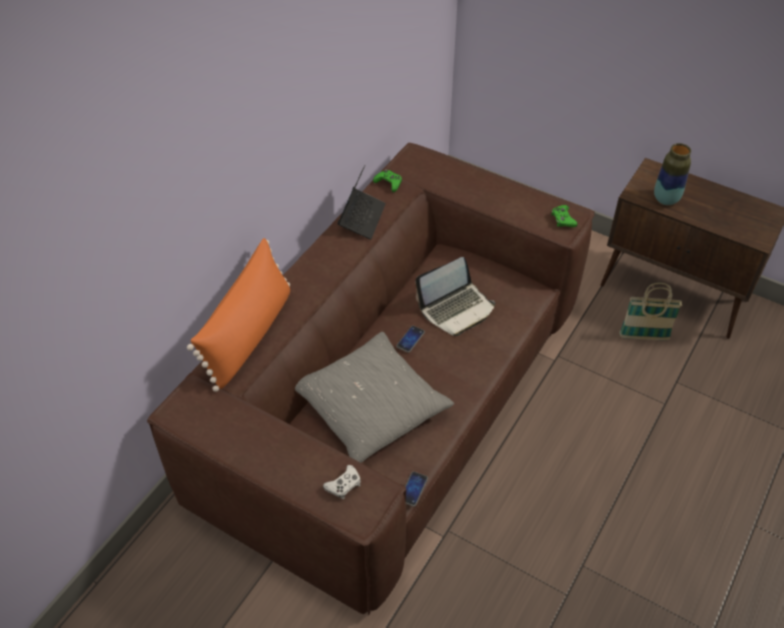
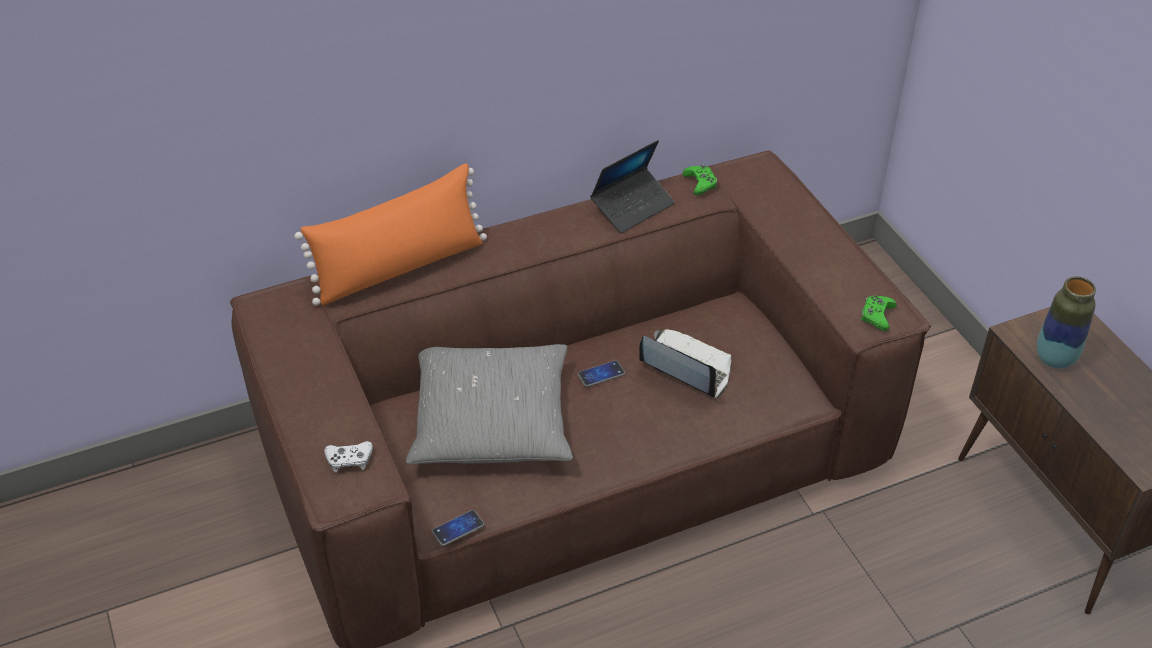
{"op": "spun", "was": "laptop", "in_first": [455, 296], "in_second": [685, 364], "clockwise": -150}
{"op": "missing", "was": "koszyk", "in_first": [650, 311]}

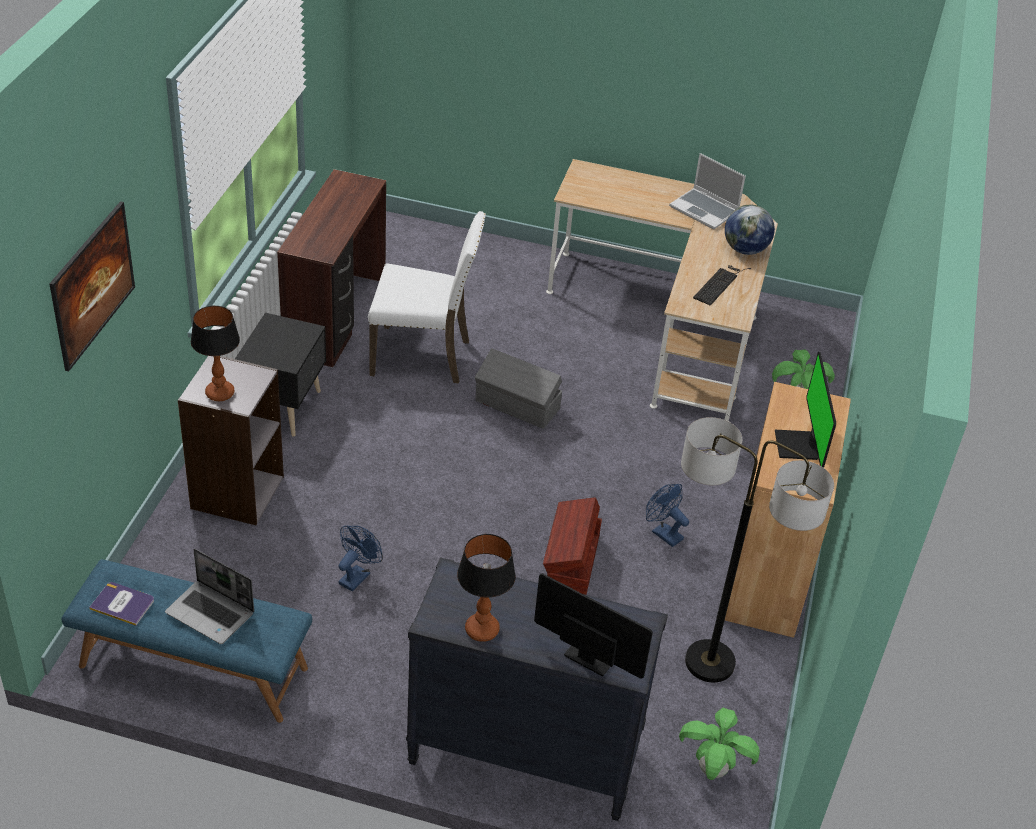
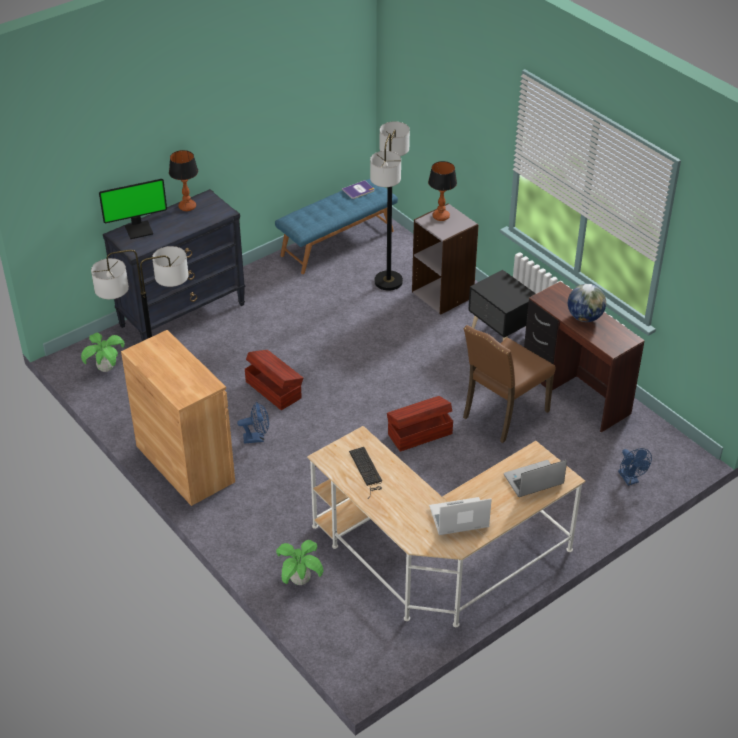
{"op": "missing", "was": "obraz", "in_first": [92, 286]}
{"op": "relocated", "was": "laptop", "in_first": [209, 596], "in_second": [535, 478]}
{"op": "relocated", "was": "wentylator/niebieski", "in_first": [360, 558], "in_second": [635, 467]}
{"op": "colour", "was": "krzesło/biały", "now": "krzesło/brązowy", "in_first": [427, 297], "in_second": [509, 384]}
{"op": "colour", "was": "pojemnik do przechowywania/szary", "now": "pojemnik do przechowywania/brązowy", "in_first": [518, 388], "in_second": [420, 423]}
{"op": "relocated", "was": "globus", "in_first": [750, 230], "in_second": [587, 303]}
{"op": "missing", "was": "monitor", "in_first": [805, 410]}
{"op": "appeared", "now": "lampa stojąca", "in_second": [390, 206]}

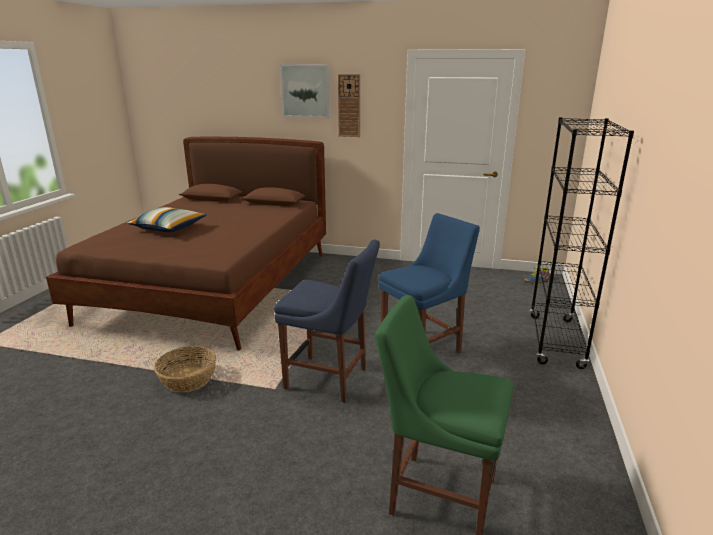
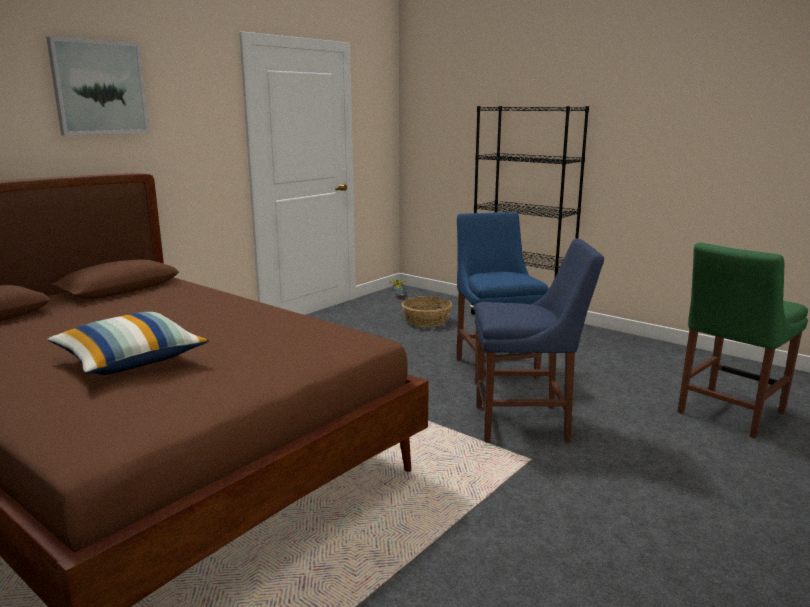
{"op": "relocated", "was": "koszyk", "in_first": [185, 369], "in_second": [427, 311]}
{"op": "spun", "was": "krzesło/niebieski", "in_first": [327, 321], "in_second": [539, 340], "clockwise": 45}
{"op": "missing", "was": "zegar ścienny", "in_first": [349, 105]}

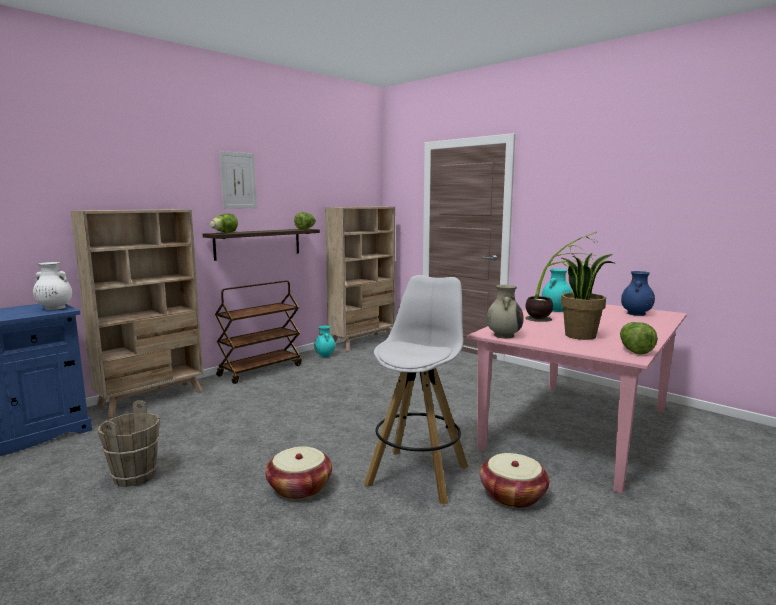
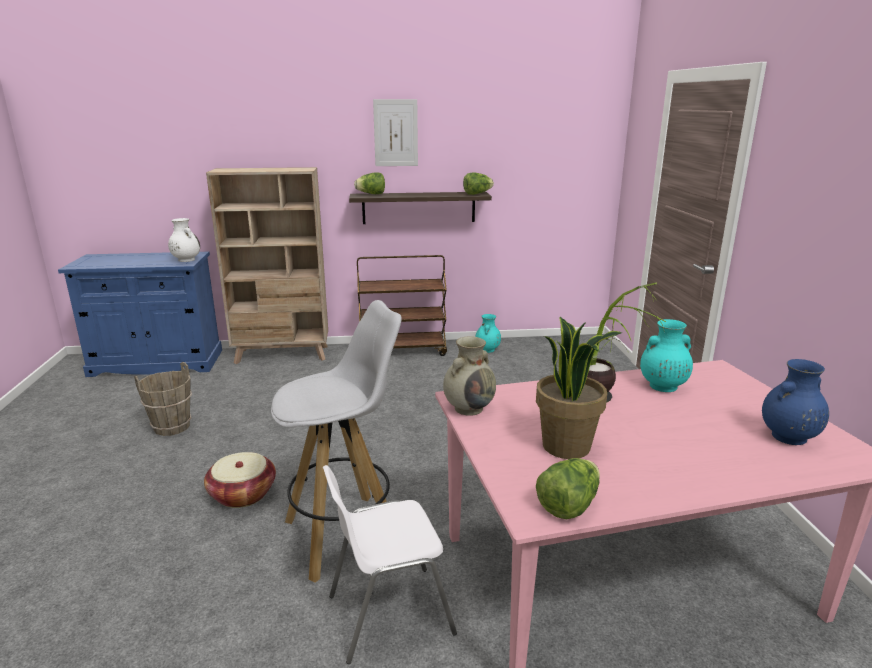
{"op": "missing", "was": "regał/beżowy", "in_first": [360, 279]}
{"op": "exchanged", "was": "koszyk", "now": "krzesło/biały", "in_first": [515, 480], "in_second": [390, 564]}

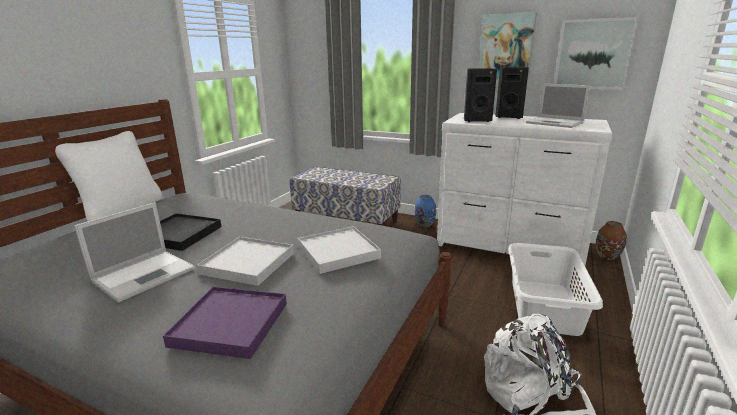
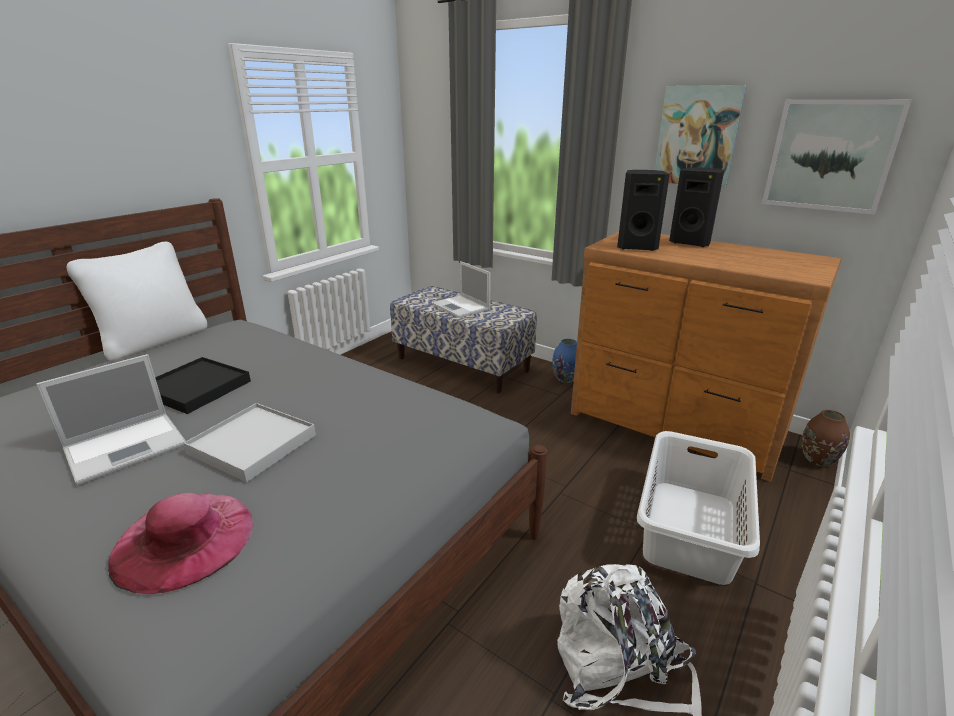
{"op": "exchanged", "was": "taca/fioletowy", "now": "kapelusz/różowy", "in_first": [225, 322], "in_second": [181, 544]}
{"op": "missing", "was": "taca/biały", "in_first": [339, 250]}
{"op": "colour", "was": "komoda/biały", "now": "komoda/brązowy", "in_first": [524, 189], "in_second": [706, 357]}
{"op": "relocated", "was": "laptop", "in_first": [558, 106], "in_second": [461, 289]}

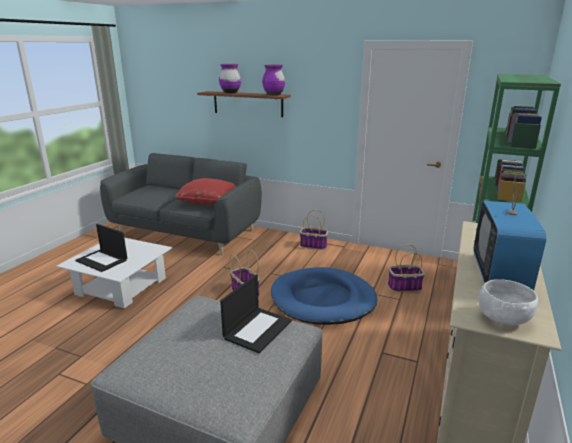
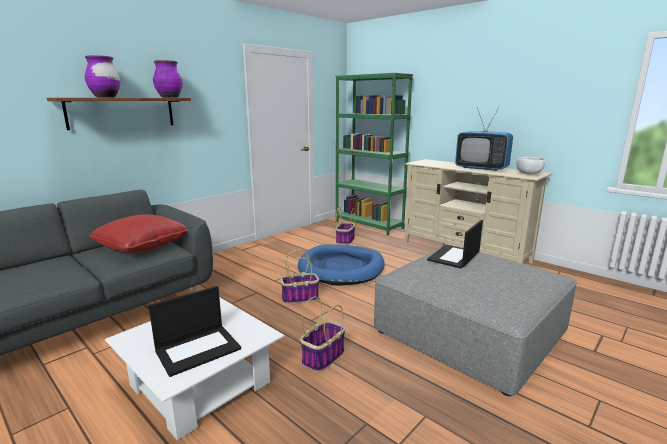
{"op": "spun", "was": "laptop", "in_first": [256, 314], "in_second": [455, 244], "clockwise": -105}
{"op": "relocated", "was": "koszyk", "in_first": [314, 230], "in_second": [322, 334]}

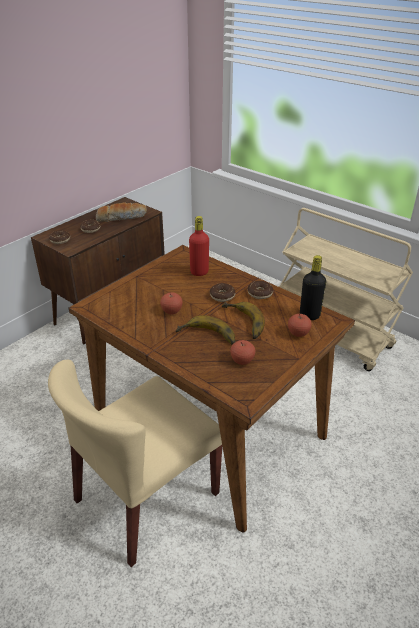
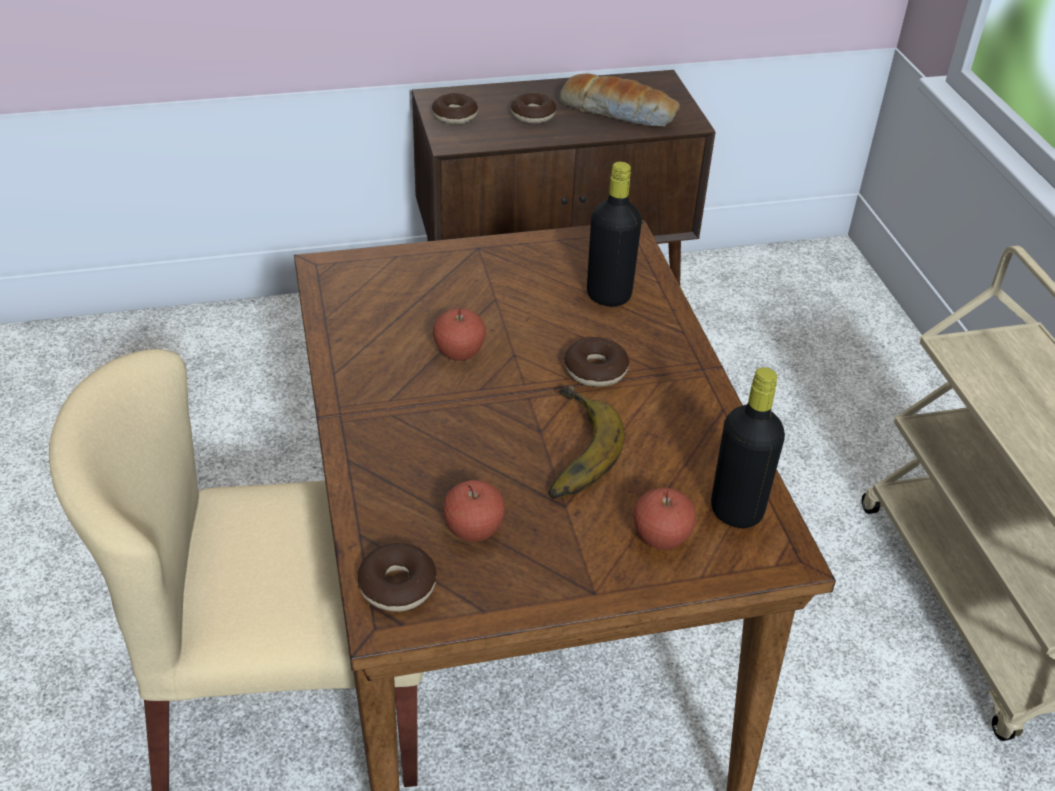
{"op": "missing", "was": "banan", "in_first": [205, 330]}
{"op": "colour", "was": "butelka/czerwony", "now": "butelka/czarny", "in_first": [199, 246], "in_second": [614, 234]}
{"op": "relocated", "was": "donut", "in_first": [260, 290], "in_second": [397, 577]}

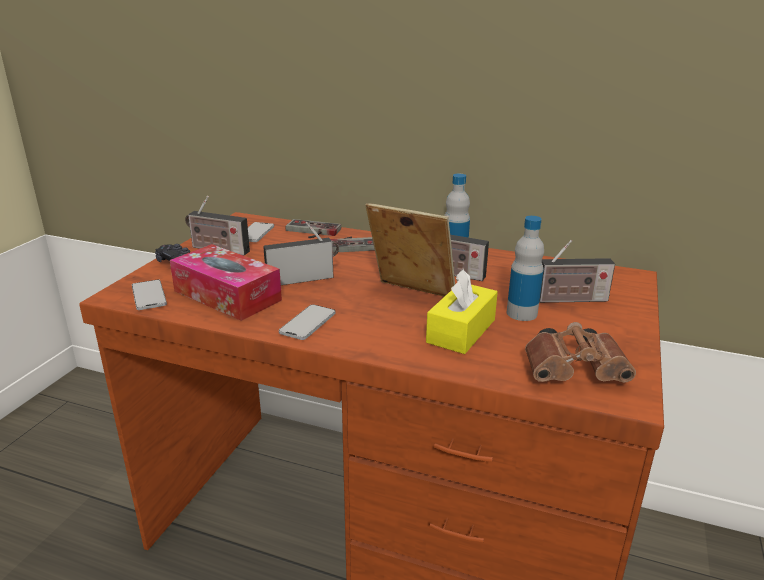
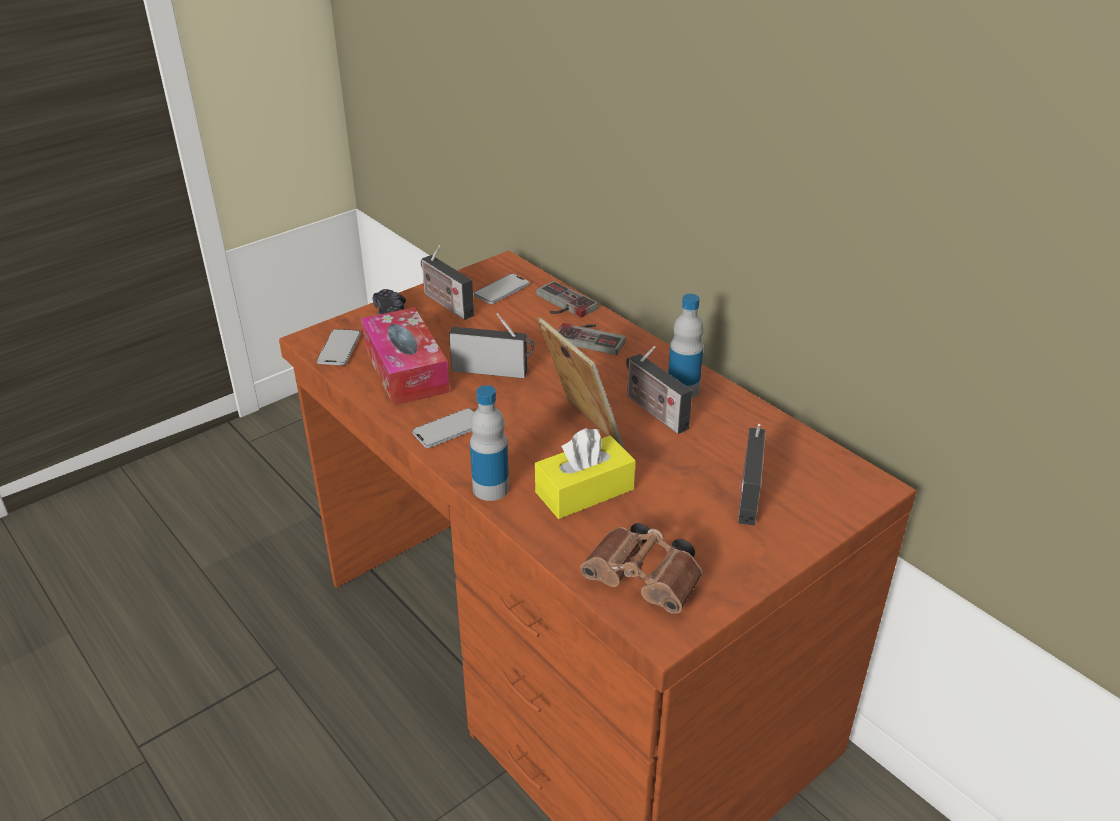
{"op": "relocated", "was": "butelka", "in_first": [525, 268], "in_second": [489, 443]}
{"op": "spun", "was": "radio", "in_first": [577, 271], "in_second": [752, 474], "clockwise": 75}

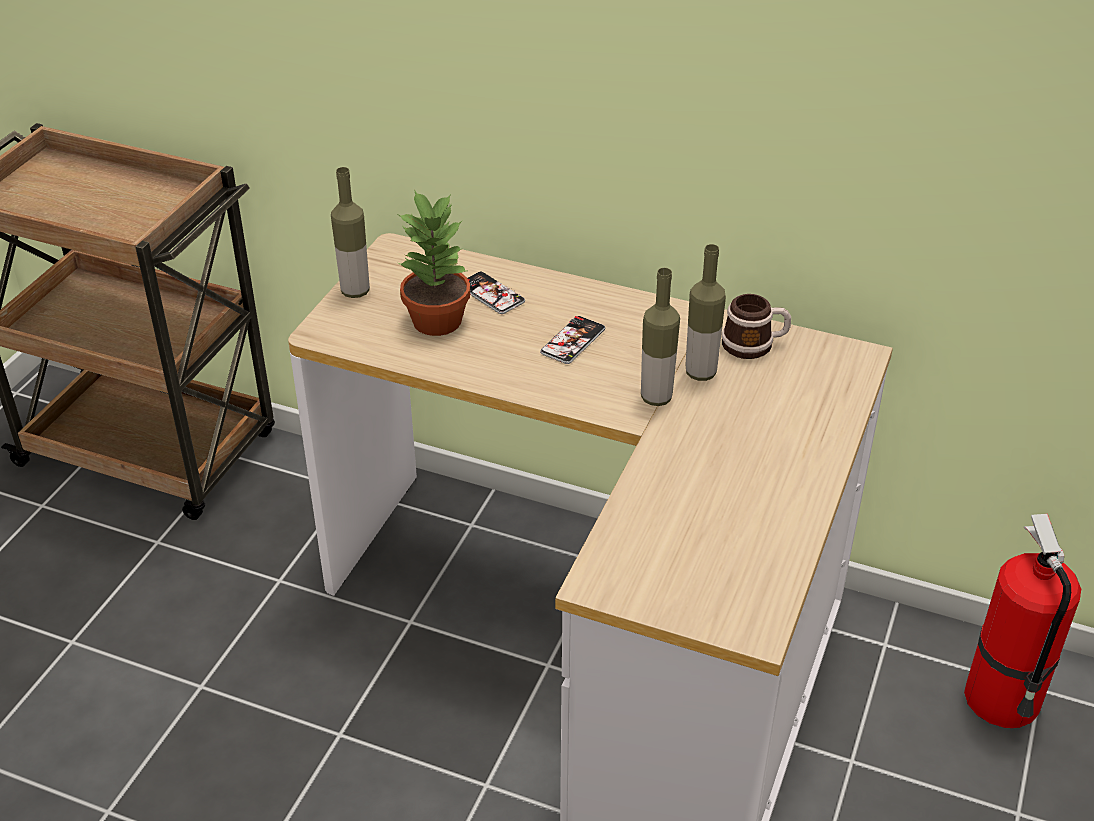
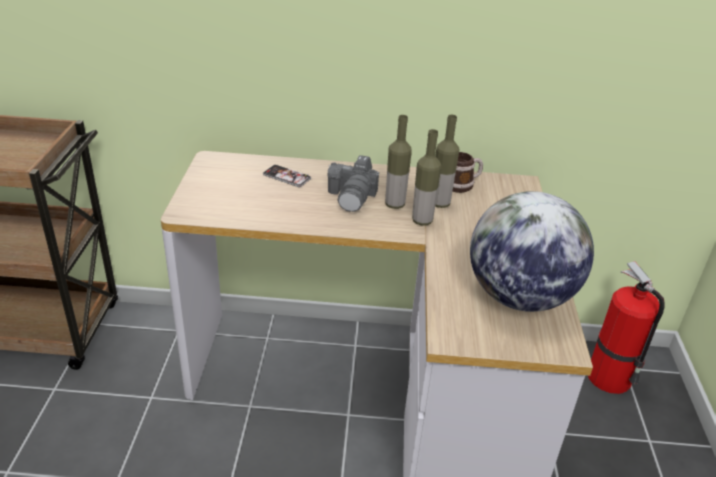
{"op": "relocated", "was": "butelka", "in_first": [350, 232], "in_second": [398, 162]}
{"op": "missing", "was": "roślina doniczkowa", "in_first": [434, 263]}
{"op": "exchanged", "was": "telefon", "now": "aparat fotograficzny", "in_first": [572, 340], "in_second": [353, 183]}
{"op": "appeared", "now": "globus", "in_second": [532, 251]}

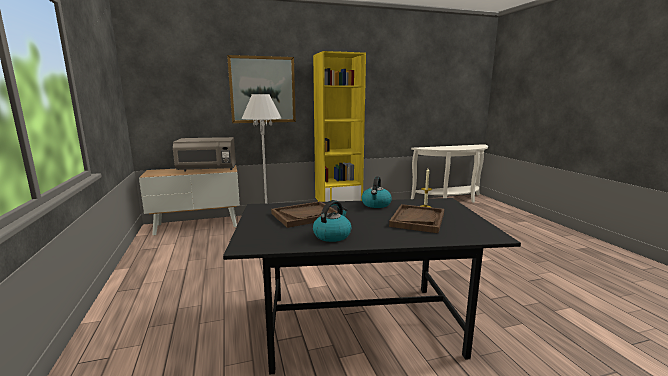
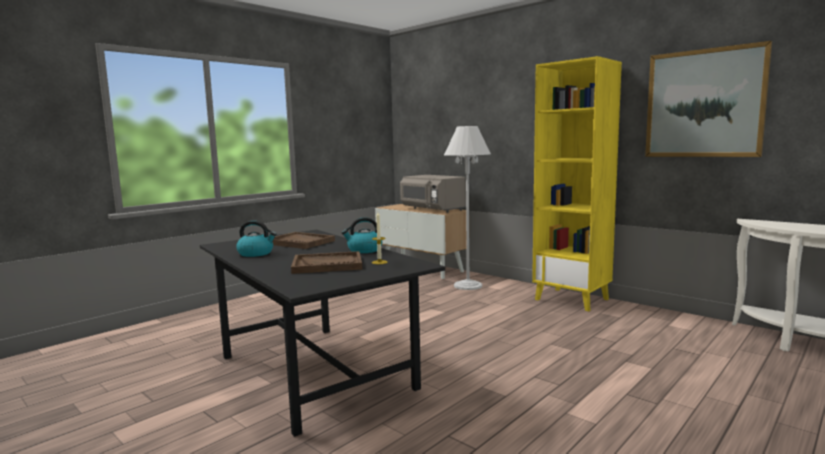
{"op": "relocated", "was": "obraz", "in_first": [261, 89], "in_second": [708, 99]}

